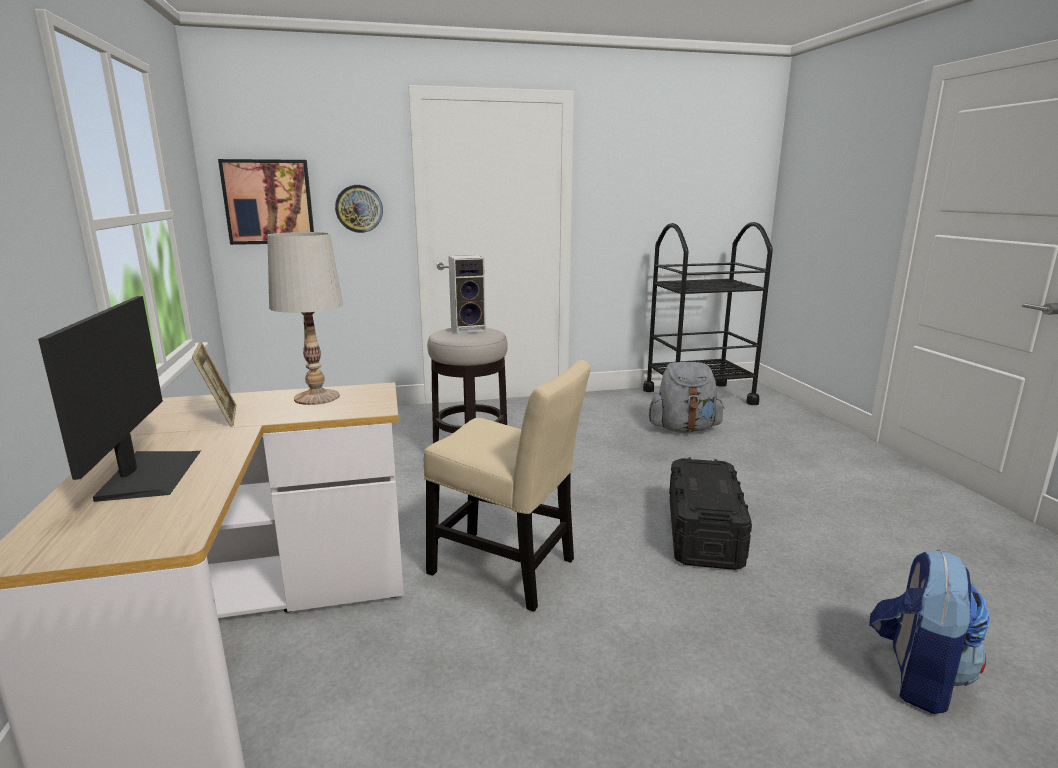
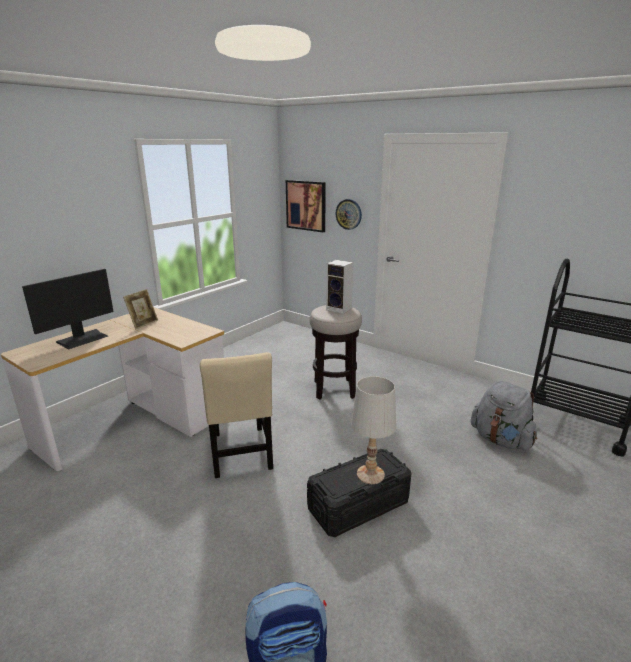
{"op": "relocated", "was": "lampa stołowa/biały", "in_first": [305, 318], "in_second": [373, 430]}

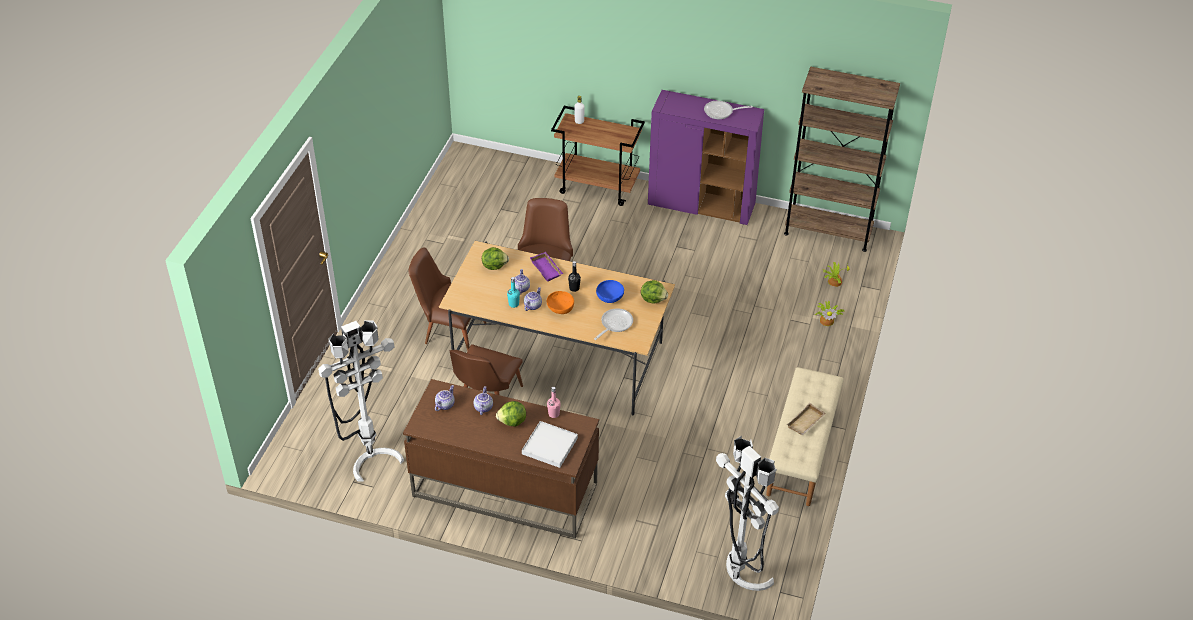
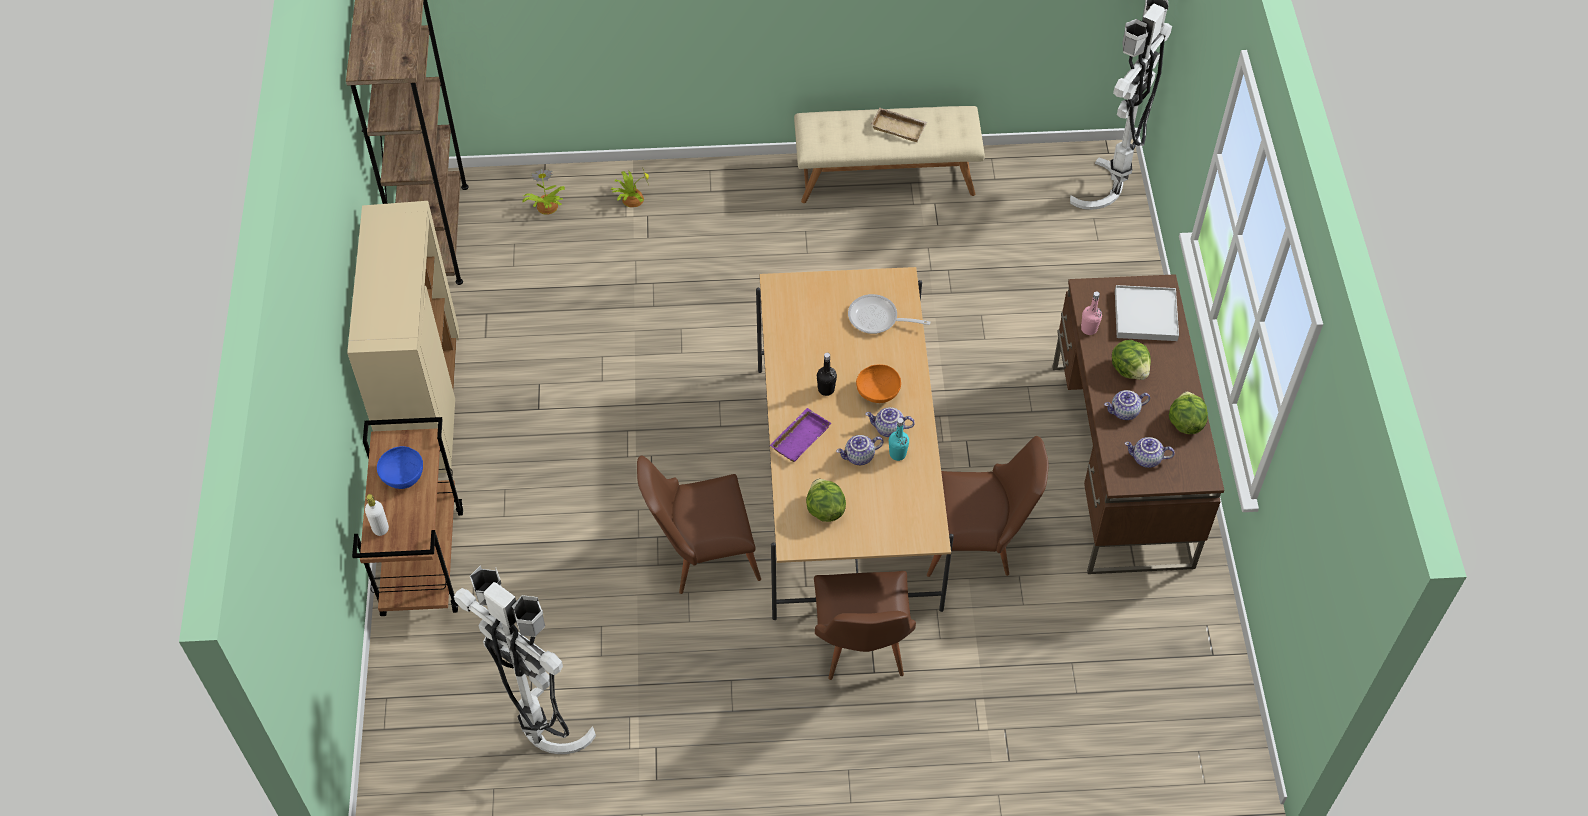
{"op": "relocated", "was": "lampa stojąca/biały", "in_first": [361, 400], "in_second": [525, 659]}
{"op": "relocated", "was": "miska/niebieski", "in_first": [610, 291], "in_second": [400, 467]}
{"op": "relocated", "was": "sałata", "in_first": [654, 292], "in_second": [1188, 413]}
{"op": "colour", "was": "szafka/fioletowy", "now": "szafka/beżowy", "in_first": [706, 157], "in_second": [403, 337]}
{"op": "missing", "was": "patelnia", "in_first": [728, 110]}

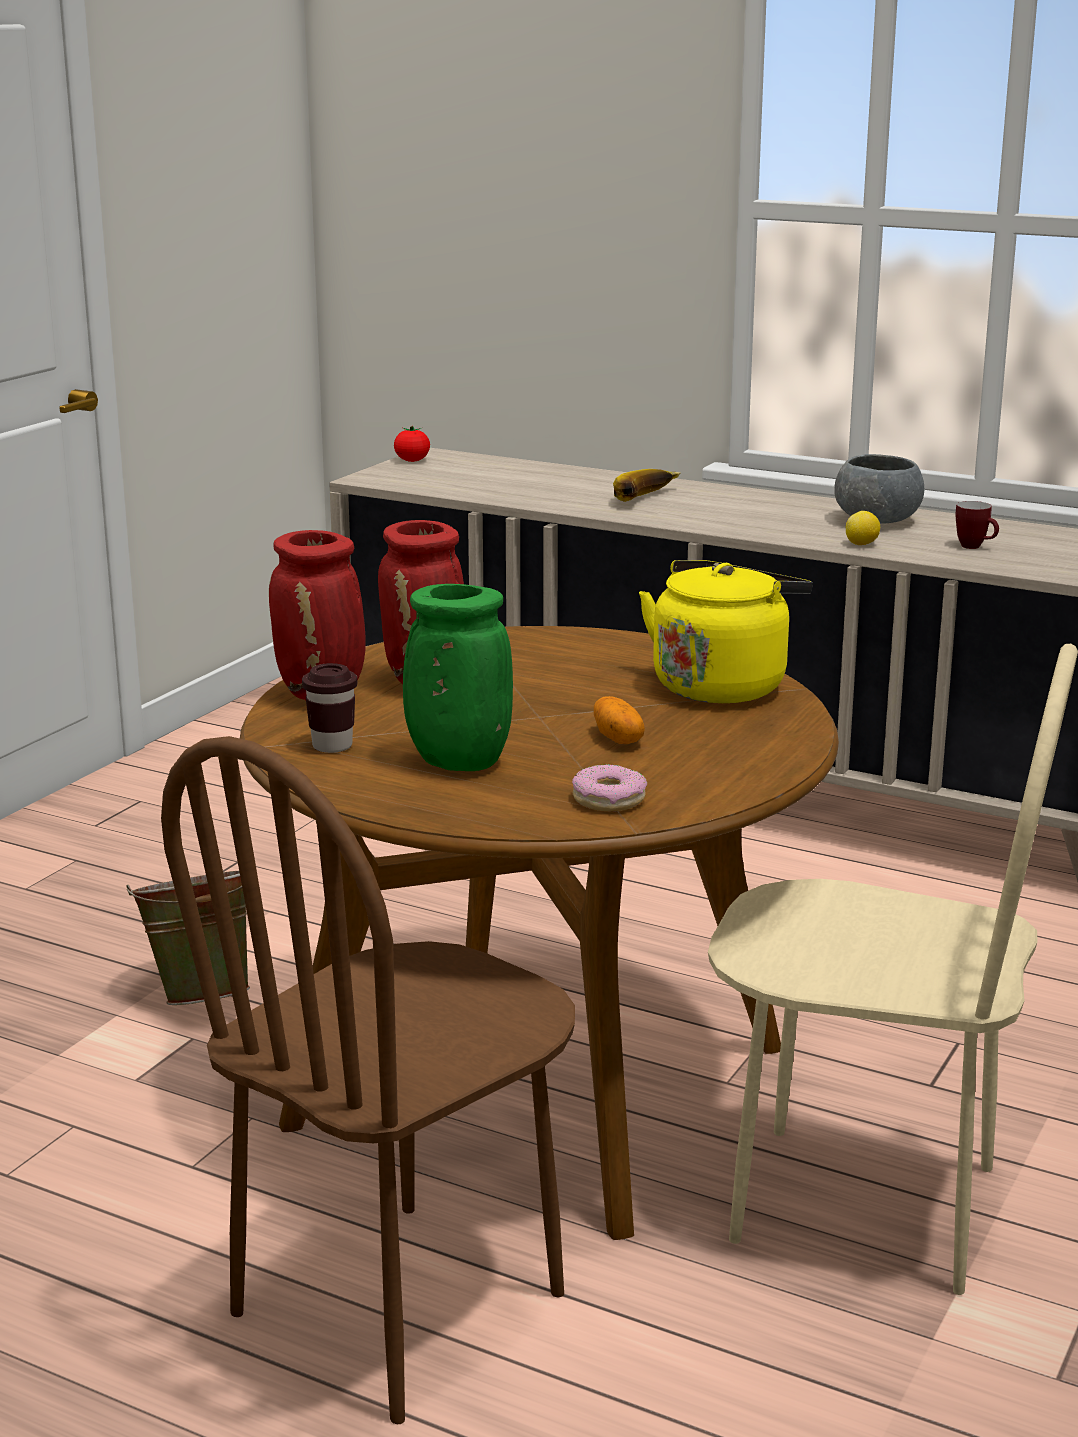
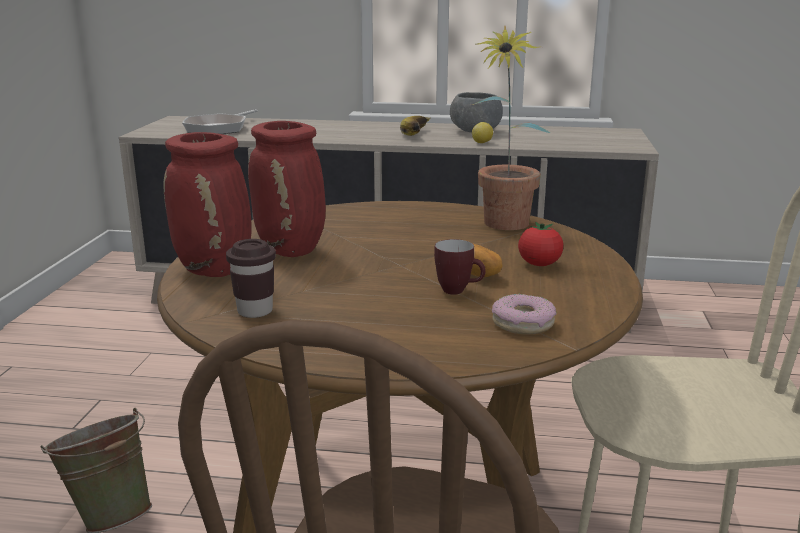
{"op": "relocated", "was": "pomidor", "in_first": [412, 444], "in_second": [541, 244]}
{"op": "missing", "was": "wazon/zielony", "in_first": [458, 677]}
{"op": "relocated", "was": "banan", "in_first": [647, 485], "in_second": [415, 126]}
{"op": "exchanged", "was": "czajnik/żółty", "now": "roślina doniczkowa", "in_first": [725, 631], "in_second": [511, 127]}
{"op": "relocated", "was": "kubek", "in_first": [977, 525], "in_second": [460, 267]}
{"op": "appeared", "now": "patelnia", "in_second": [220, 121]}

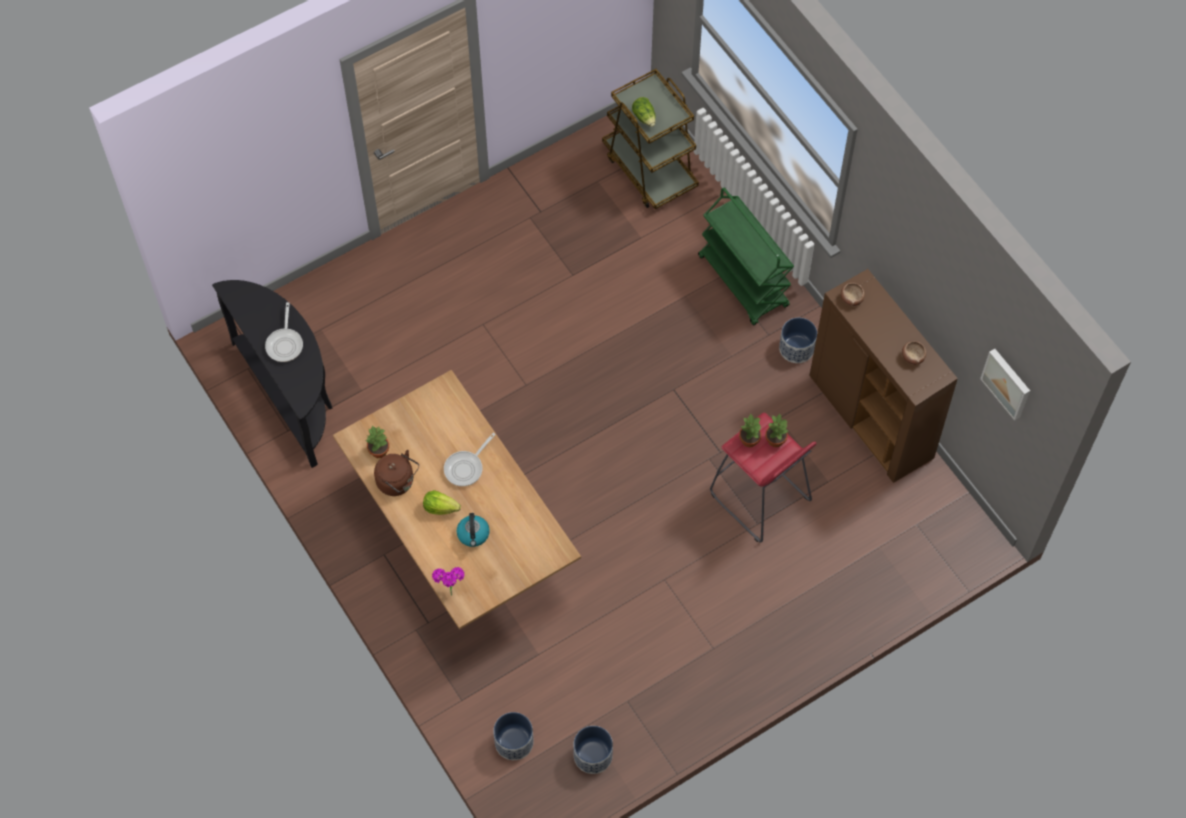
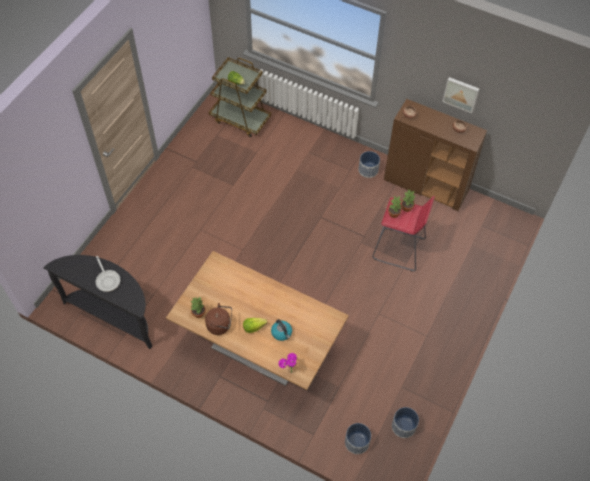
{"op": "missing", "was": "patelnia", "in_first": [470, 459]}
{"op": "missing", "was": "wózek/zielony", "in_first": [746, 256]}
{"op": "relocated", "was": "obraz", "in_first": [1005, 385], "in_second": [460, 95]}

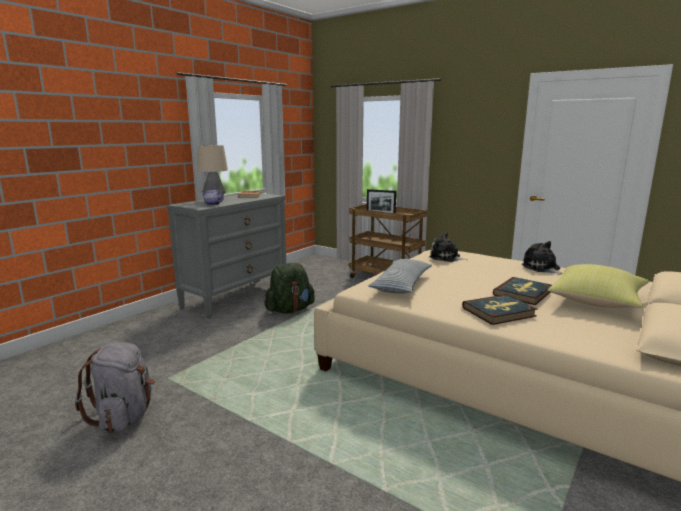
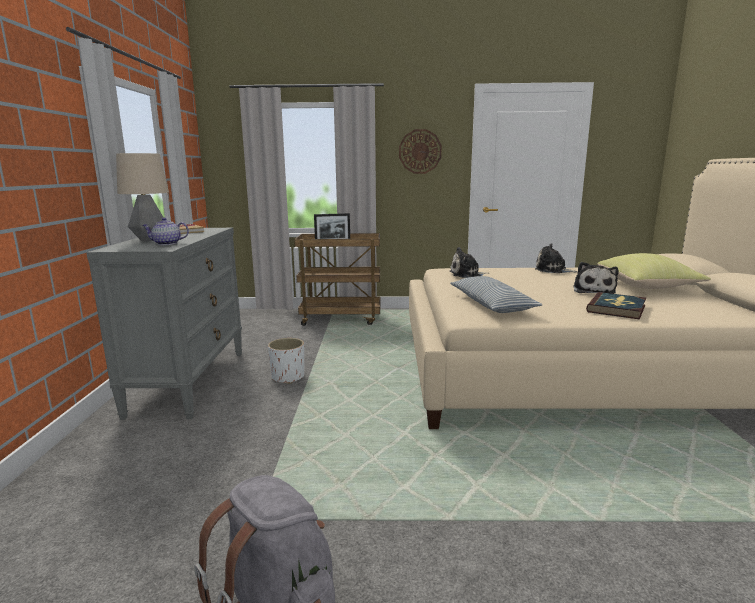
{"op": "exchanged", "was": "plecak/zielony", "now": "donica/biały", "in_first": [289, 288], "in_second": [286, 361]}
{"op": "exchanged", "was": "książka", "now": "pluszak", "in_first": [522, 291], "in_second": [596, 278]}
{"op": "appeared", "now": "zegar ścienny", "in_second": [420, 151]}

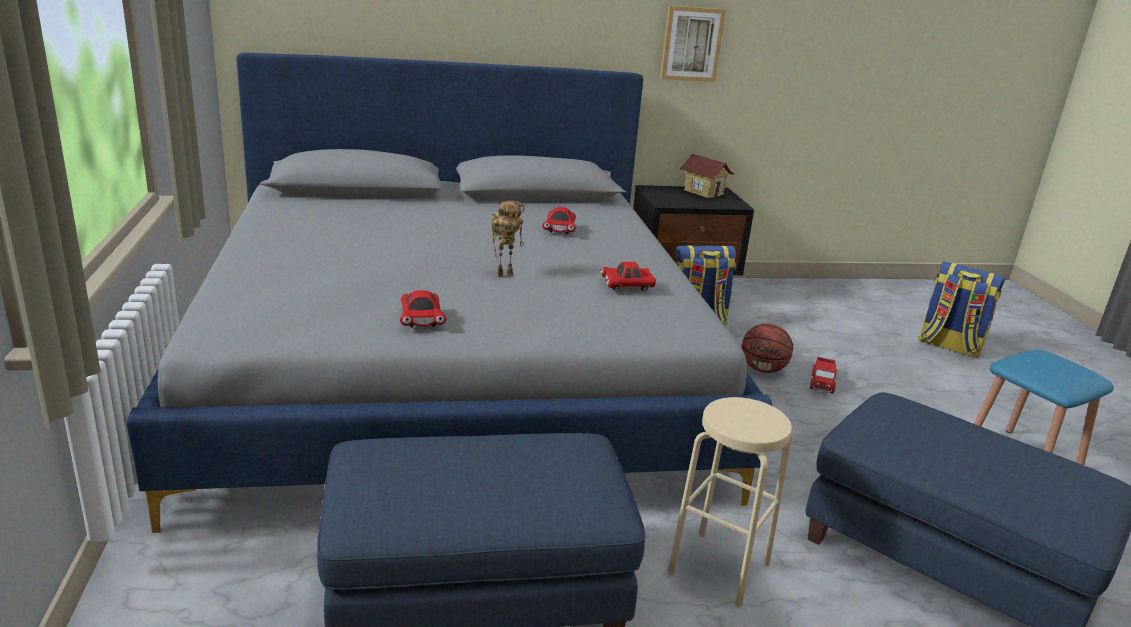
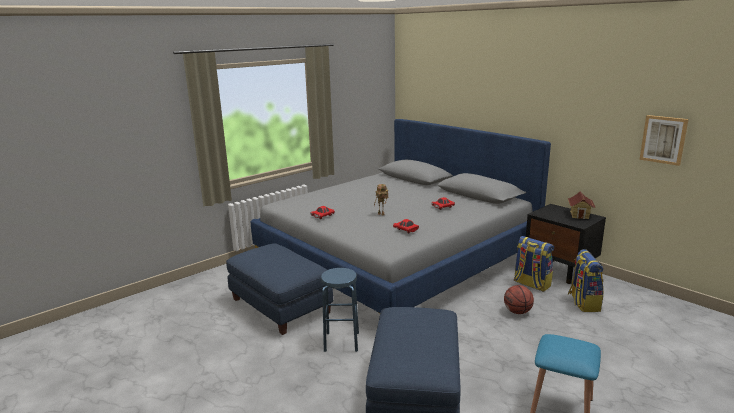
{"op": "relocated", "was": "obraz", "in_first": [693, 44], "in_second": [664, 140]}
{"op": "colour", "was": "stołek/beżowy", "now": "stołek/niebieski", "in_first": [730, 502], "in_second": [340, 310]}
{"op": "missing", "was": "ciężarówka zabawkowa", "in_first": [824, 375]}
{"op": "relocated", "was": "plecak", "in_first": [962, 310], "in_second": [585, 280]}

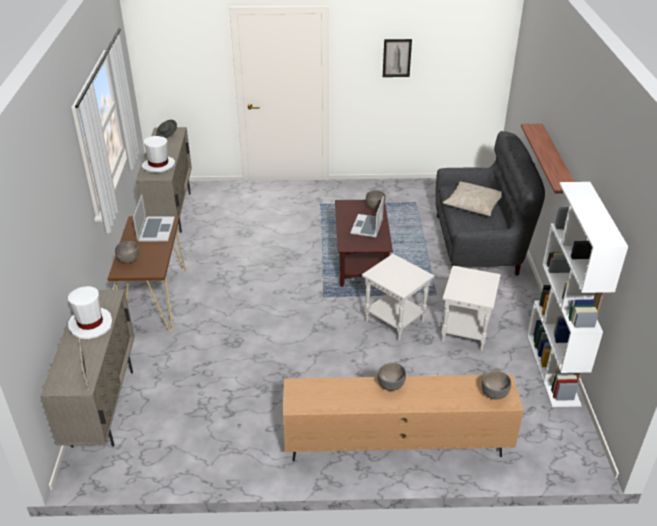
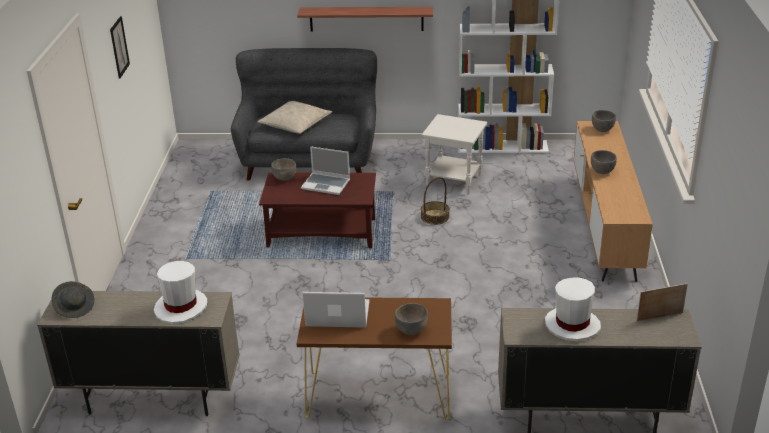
{"op": "exchanged", "was": "stolik/biały", "now": "koszyk", "in_first": [398, 297], "in_second": [435, 201]}

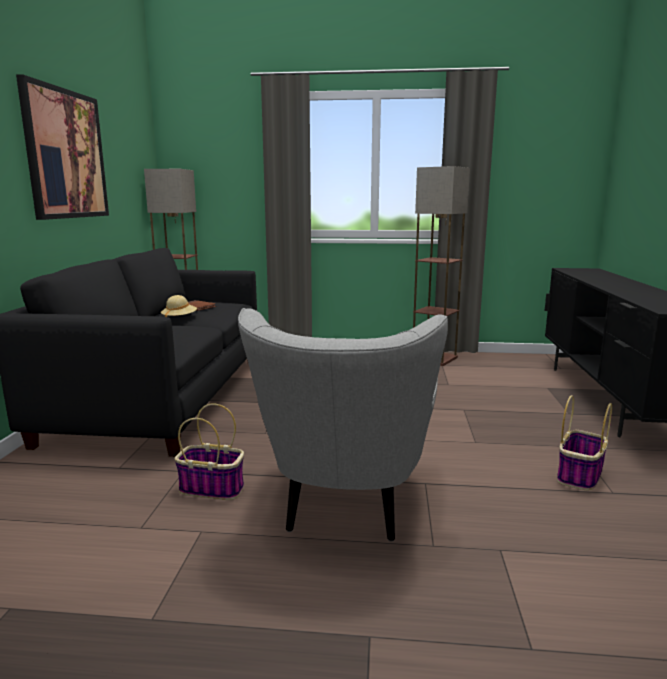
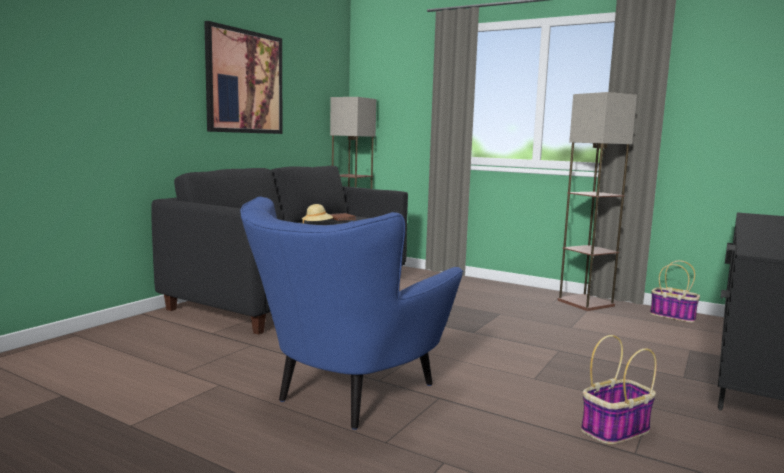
{"op": "relocated", "was": "koszyk", "in_first": [209, 451], "in_second": [675, 291]}
{"op": "colour", "was": "fotel/szary", "now": "fotel/niebieski", "in_first": [343, 425], "in_second": [351, 313]}

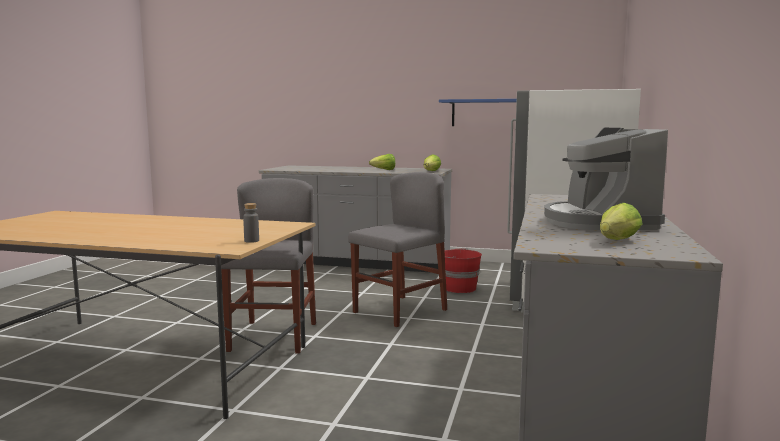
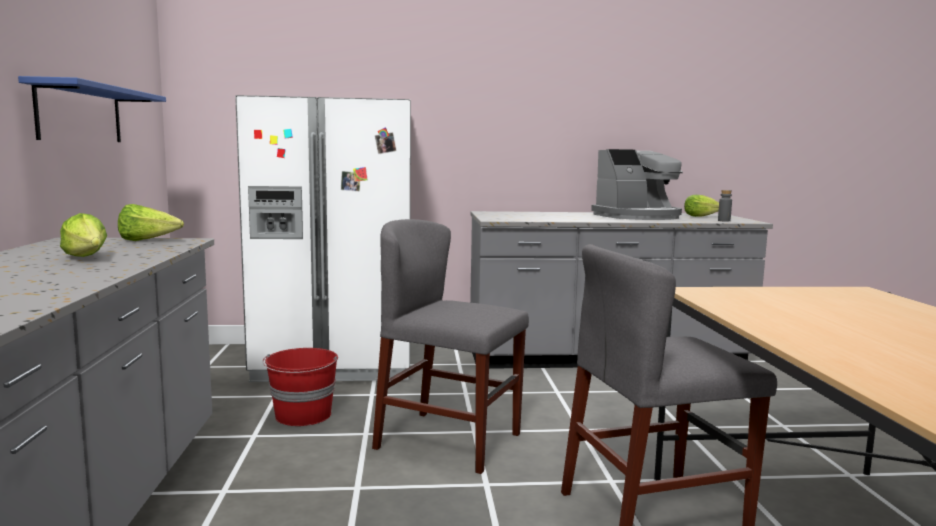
{"op": "relocated", "was": "butelka/szary", "in_first": [251, 223], "in_second": [725, 206]}

